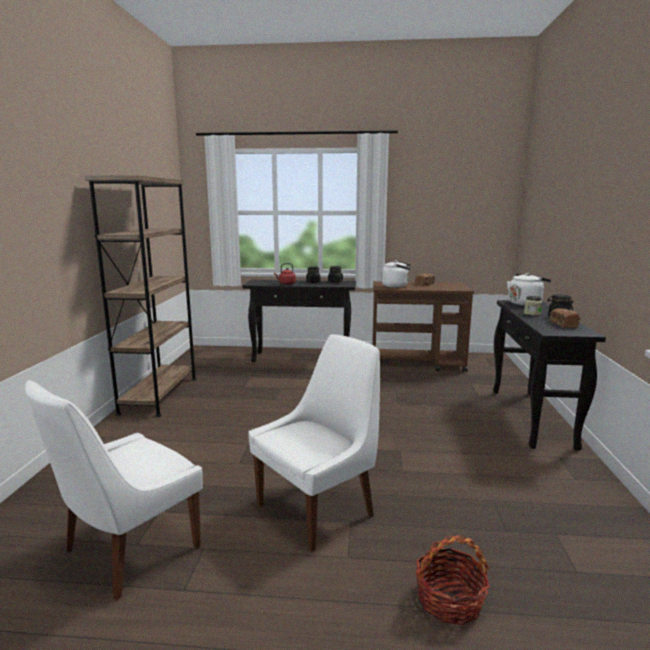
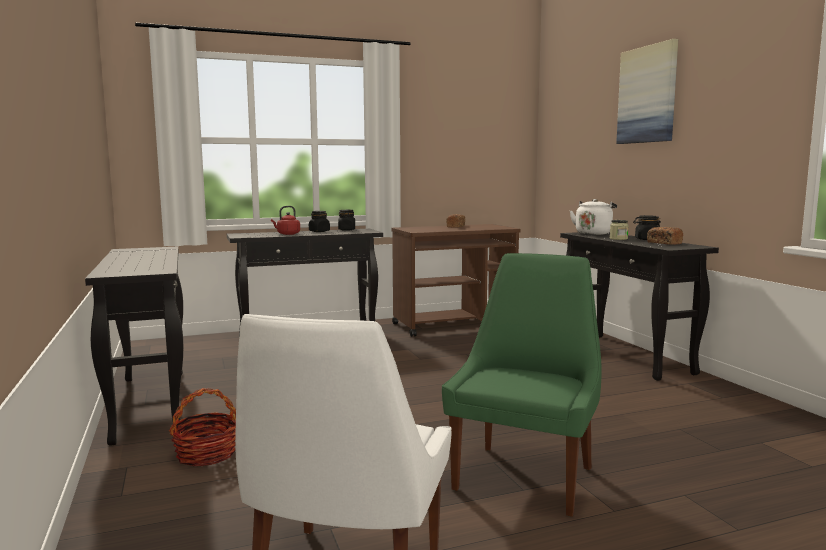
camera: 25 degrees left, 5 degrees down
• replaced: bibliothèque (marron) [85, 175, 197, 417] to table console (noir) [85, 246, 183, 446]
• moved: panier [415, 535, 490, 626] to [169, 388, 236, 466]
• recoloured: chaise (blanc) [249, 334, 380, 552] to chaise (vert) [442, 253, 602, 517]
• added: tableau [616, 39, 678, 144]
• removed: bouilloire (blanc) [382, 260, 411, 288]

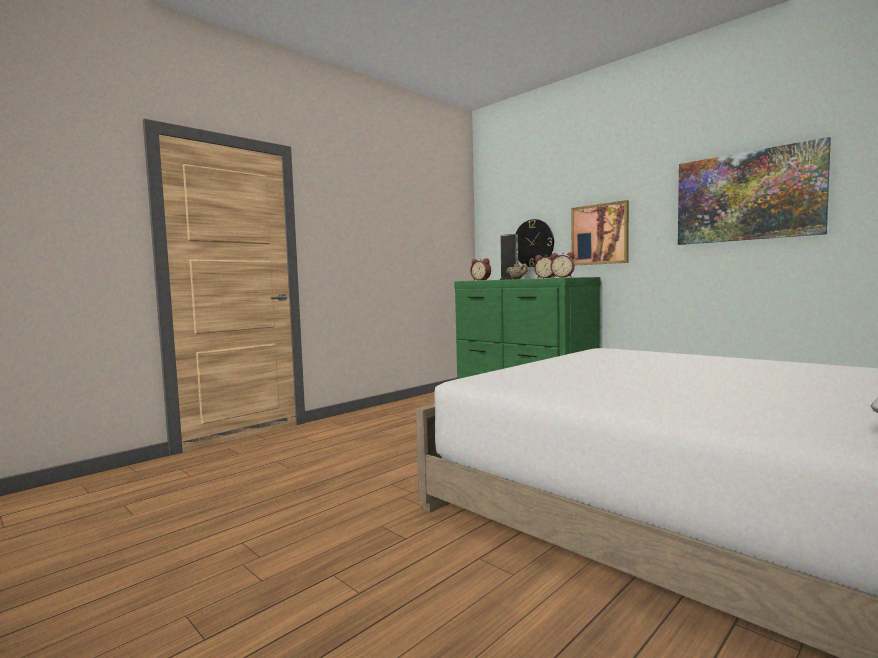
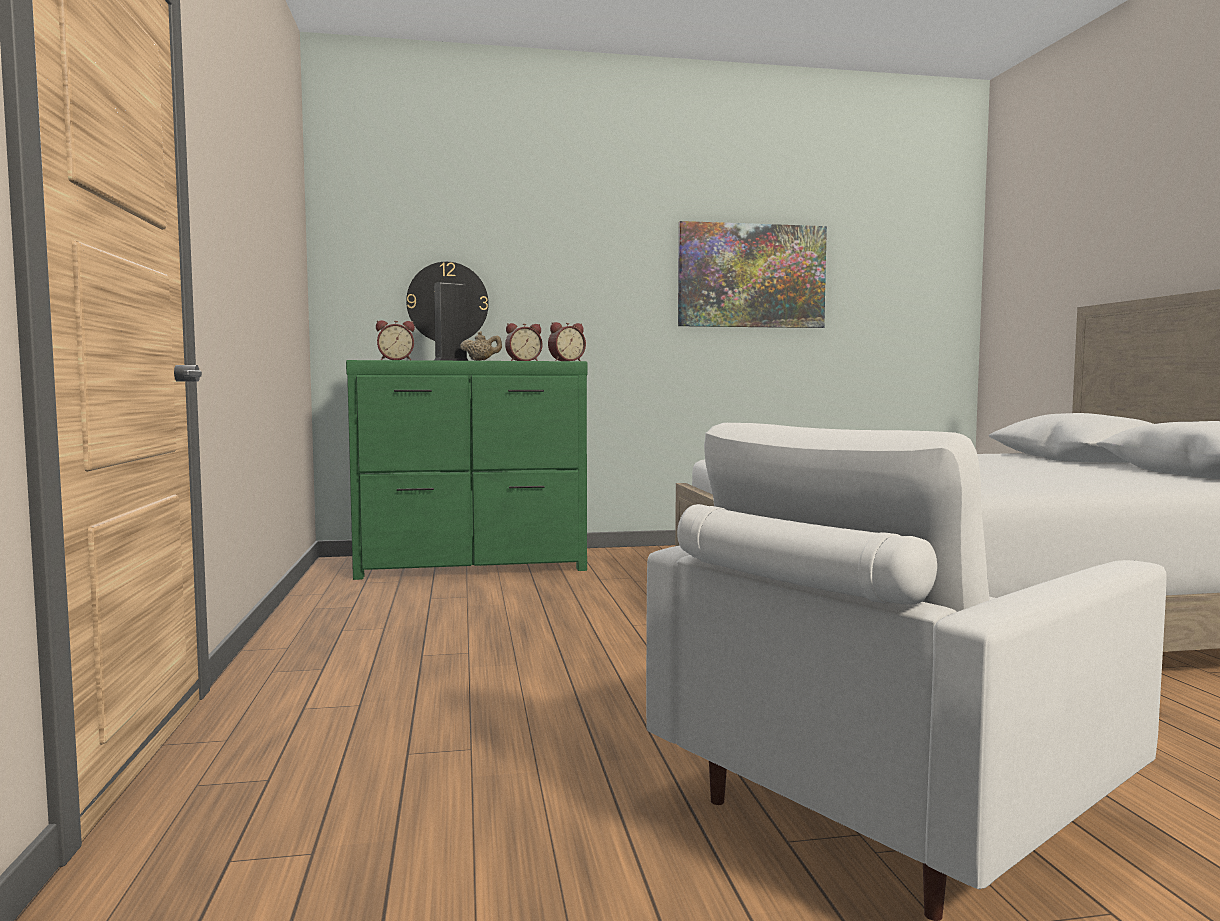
camera: 55 degrees left, 0 degrees up
• added: fauteuil (blanc) [646, 423, 1167, 921]
• removed: tableau [571, 200, 629, 265]

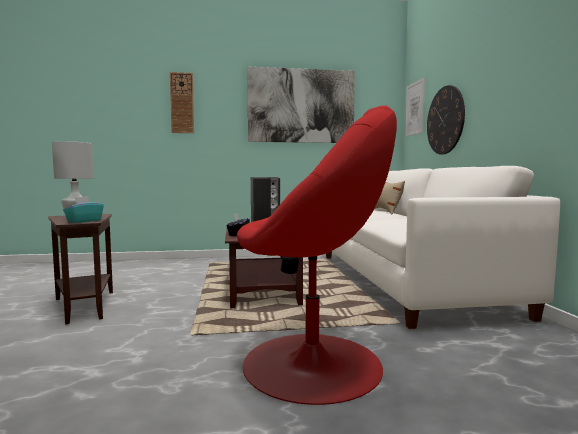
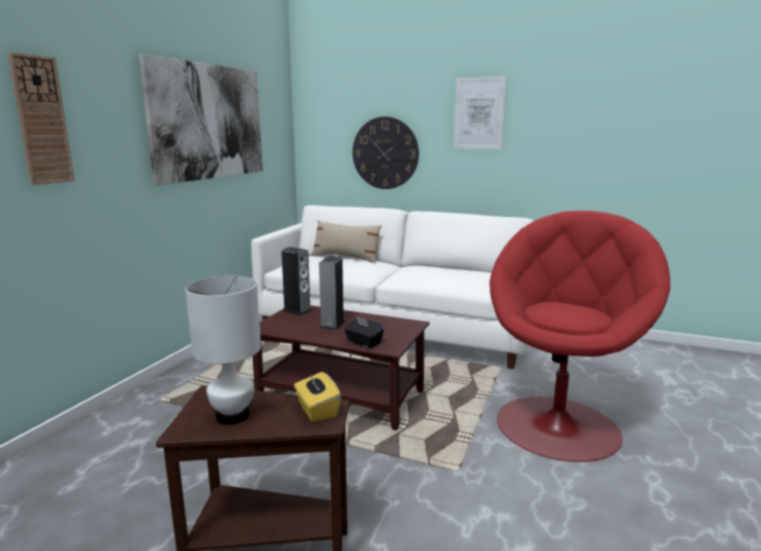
camera: 60 degrees left, 10 degrees up
• recoloured: boîte à mouchoirs (turquoise) [63, 196, 104, 223] to boîte à mouchoirs (jaune) [294, 372, 341, 423]
• moved: tableau [405, 77, 425, 137] to [454, 76, 507, 149]

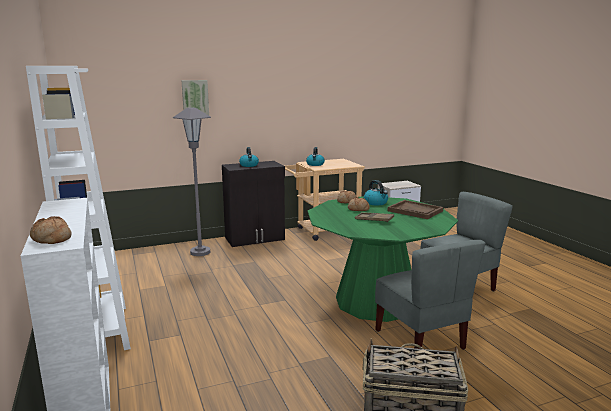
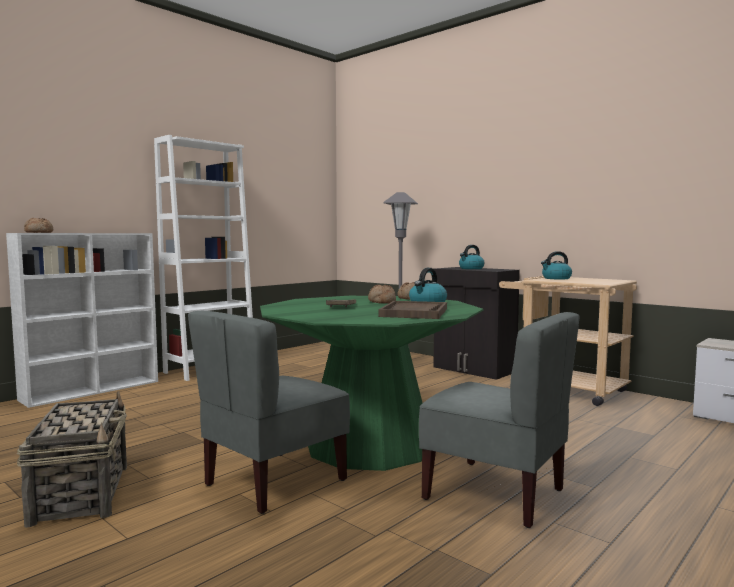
camera: 65 degrees right, 10 degrees down
• removed: tableau [181, 80, 209, 115]

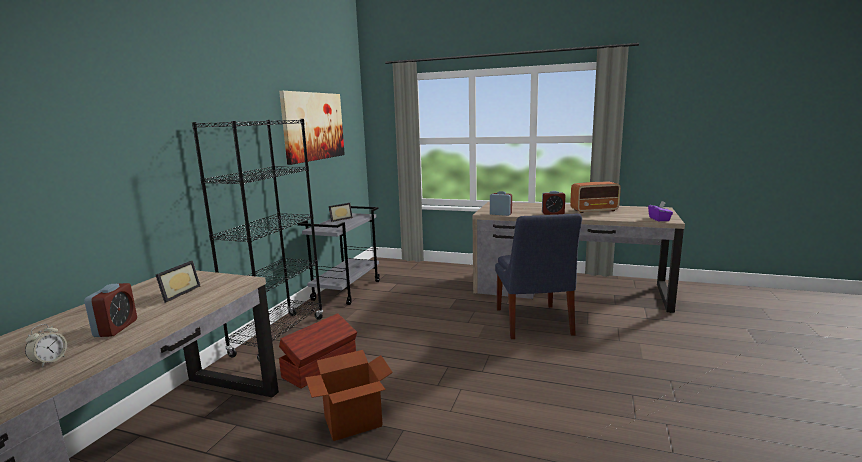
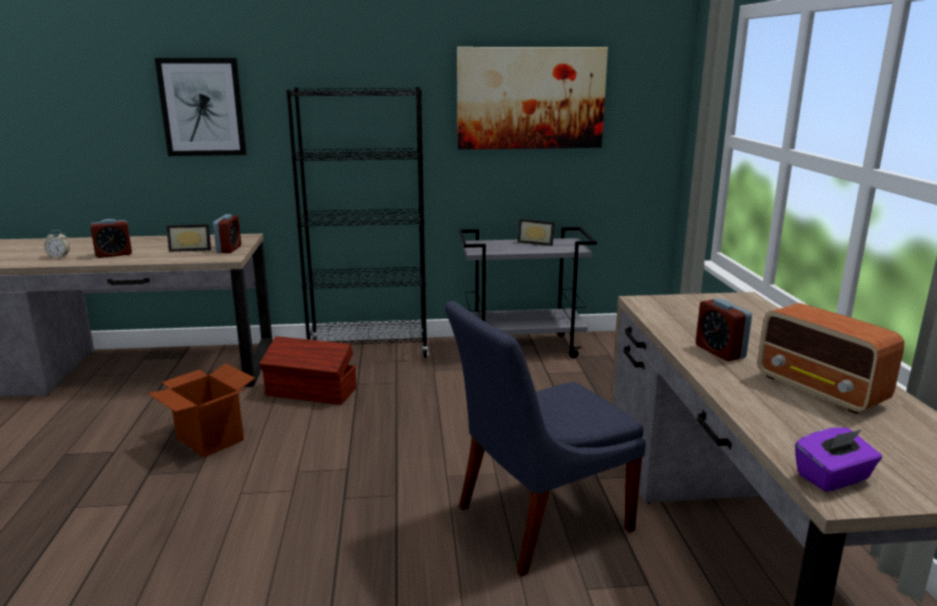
camera: 65 degrees right, 5 degrees up
• added: tableau [155, 58, 247, 156]
• moved: réveil [490, 191, 512, 216] to [213, 214, 241, 253]

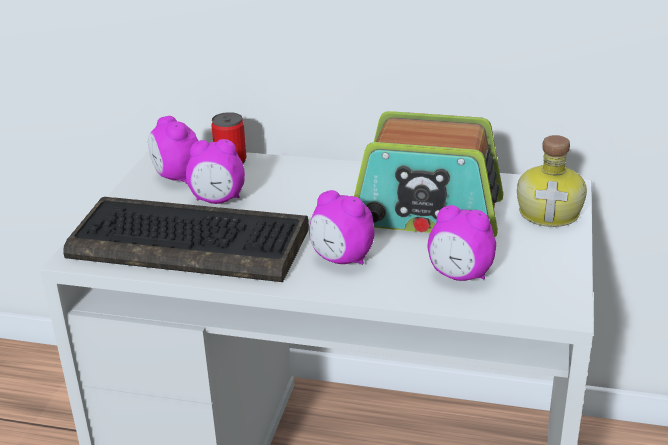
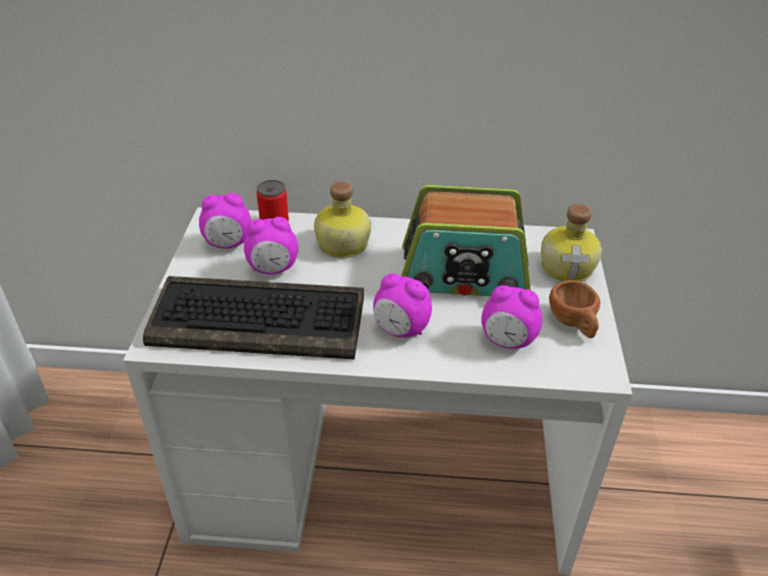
camera: 10 degrees left, 10 degrees up
• turned: réveil [148, 116, 198, 184] = [199, 193, 251, 249] 60 degrees counterclockwise
• added: bouteille [314, 182, 371, 258]
• added: tasse (marron) [549, 280, 600, 338]

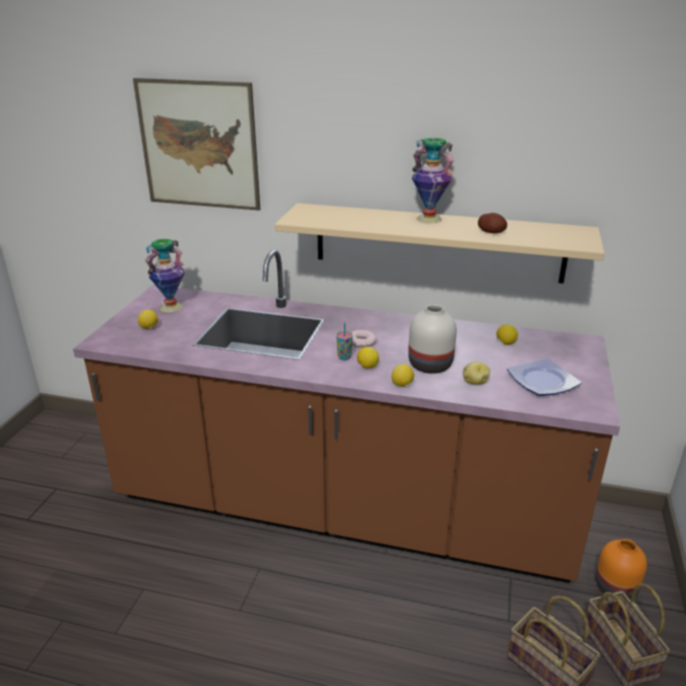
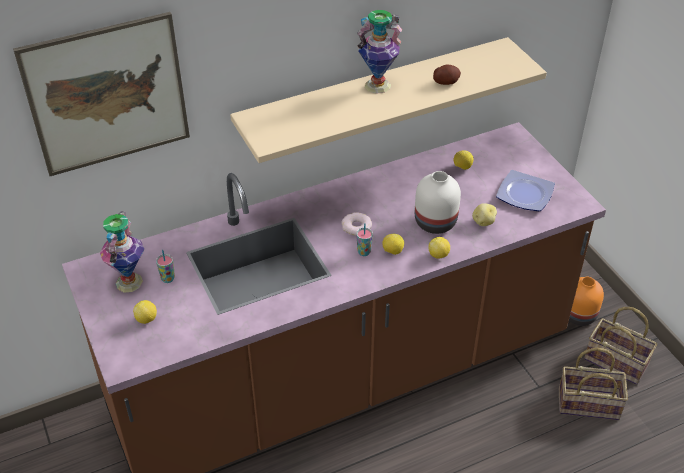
camera: 40 degrees left, 15 degrees up
• added: tasse [156, 250, 175, 283]

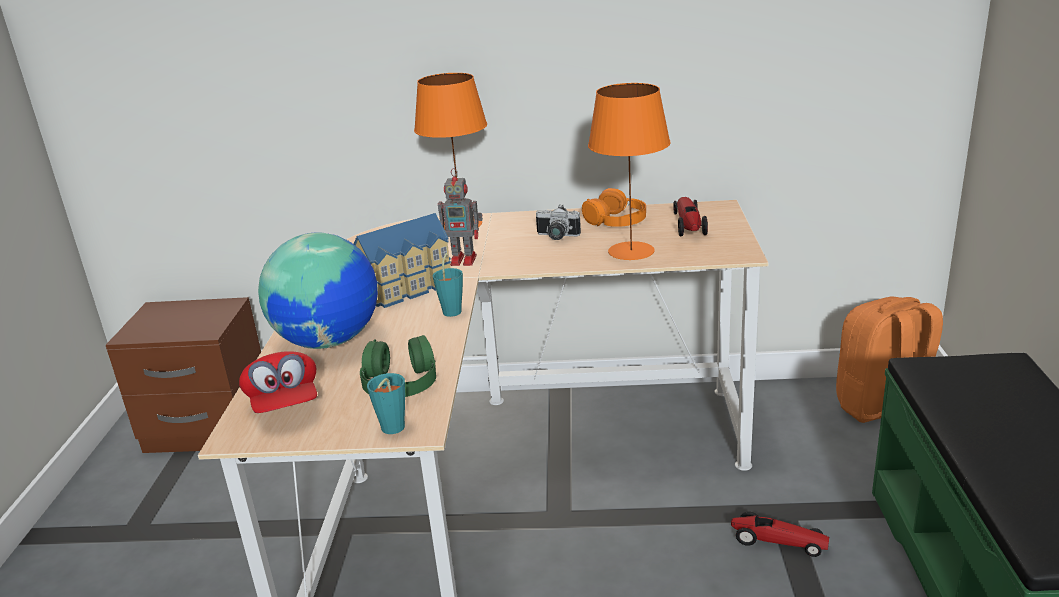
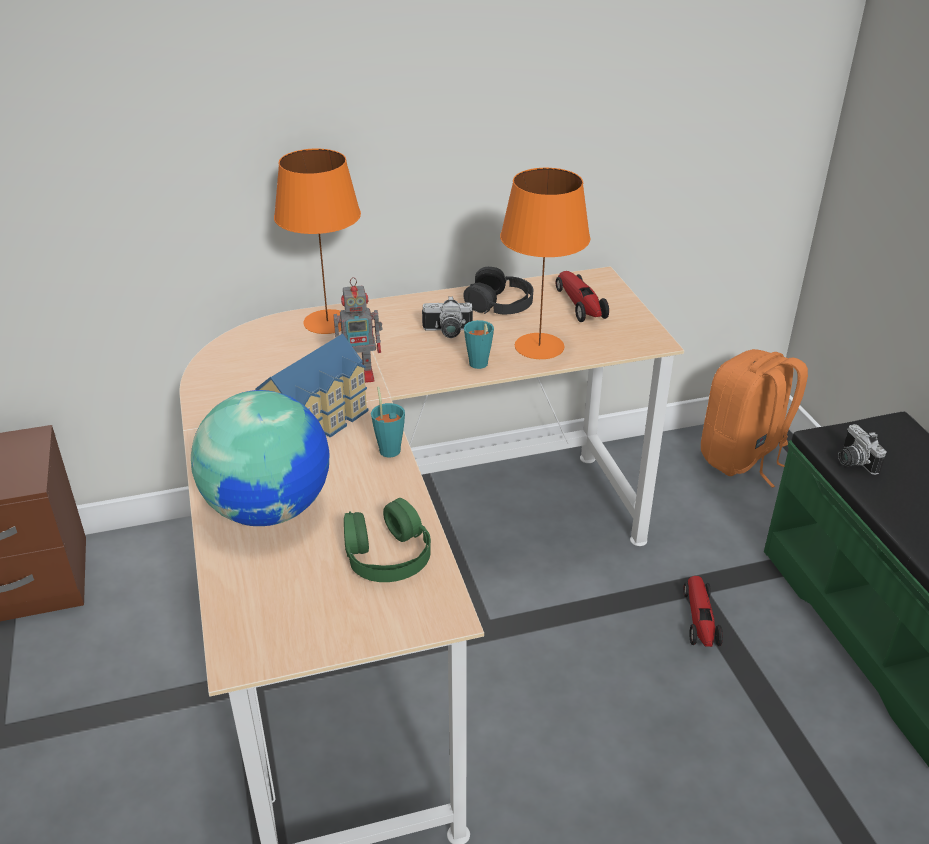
camera: 20 degrees left, 10 degrees up
• recoloured: casque audio (orange) [582, 188, 646, 227] to casque audio (noir) [463, 267, 533, 314]
• moved: tasse (turquoise) [367, 373, 405, 434] to [464, 320, 494, 369]
• turned: petite voiture [731, 512, 829, 557] = [683, 576, 723, 647] 90 degrees counterclockwise
• added: appareil photo [838, 424, 887, 475]
• removed: casquette (rouge) [239, 351, 317, 413]

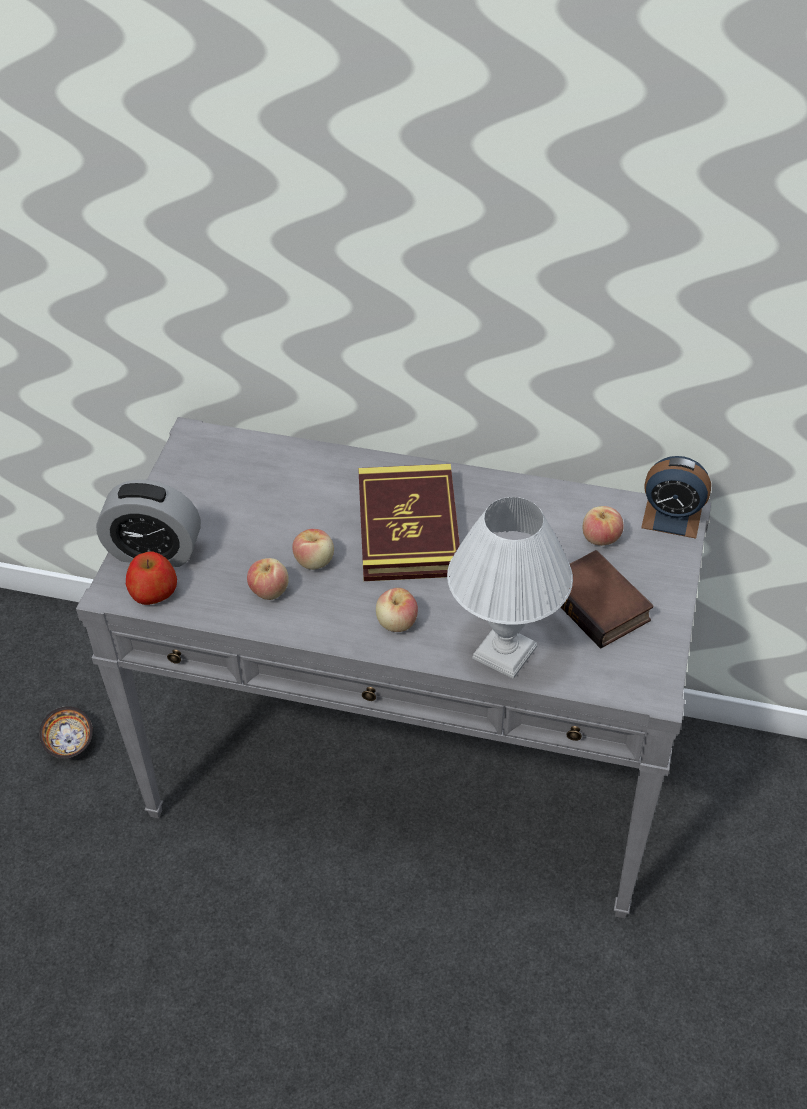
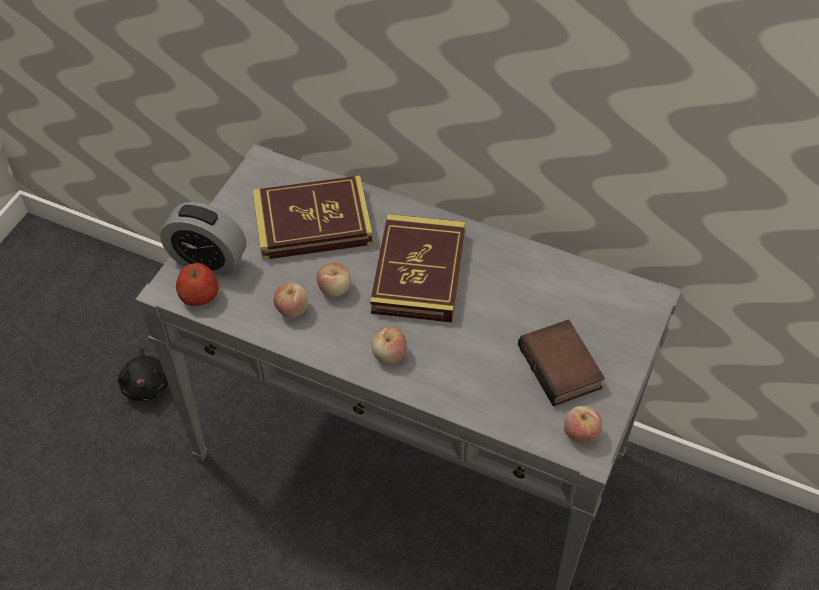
camera: 10 degrees right, 5 degrees up
• replaced: bol [39, 706, 93, 759] to peluche (noir) [118, 348, 168, 401]
• added: livre [253, 176, 373, 260]
• moved: pomme [583, 506, 623, 546] to [564, 406, 602, 443]
• removed: lampe de table (blanc) [447, 497, 573, 679]
• removed: réveil [641, 456, 711, 539]

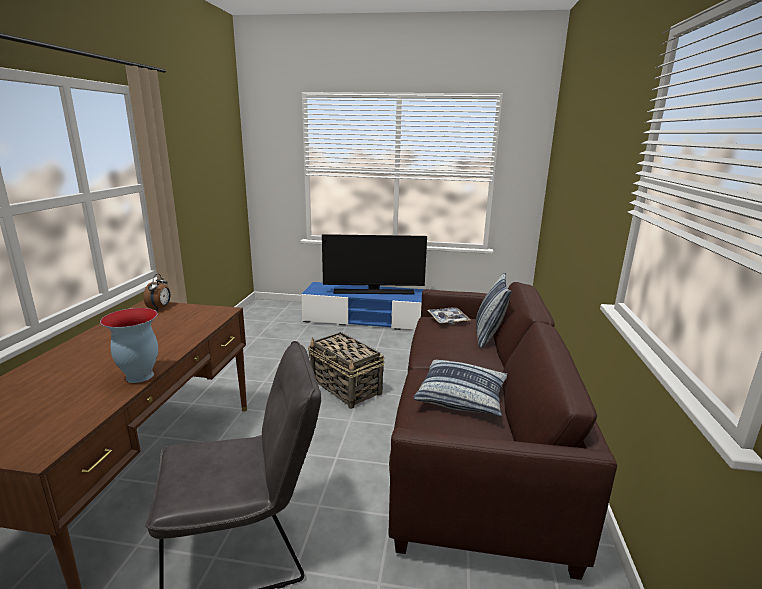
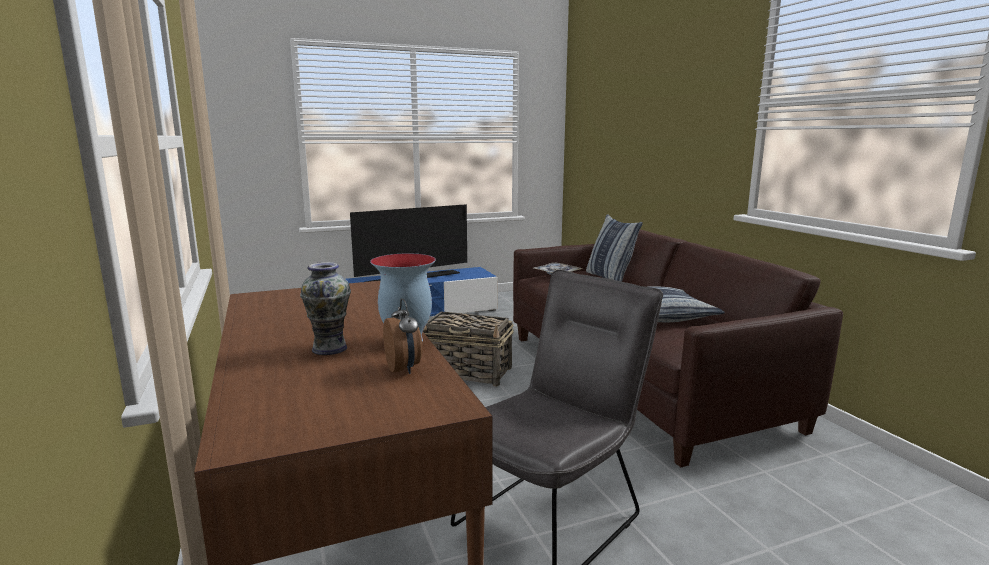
camera: 30 degrees left, 5 degrees down
• added: vase [300, 262, 351, 355]
• moved: réveil [144, 274, 170, 311] to [383, 298, 423, 374]

